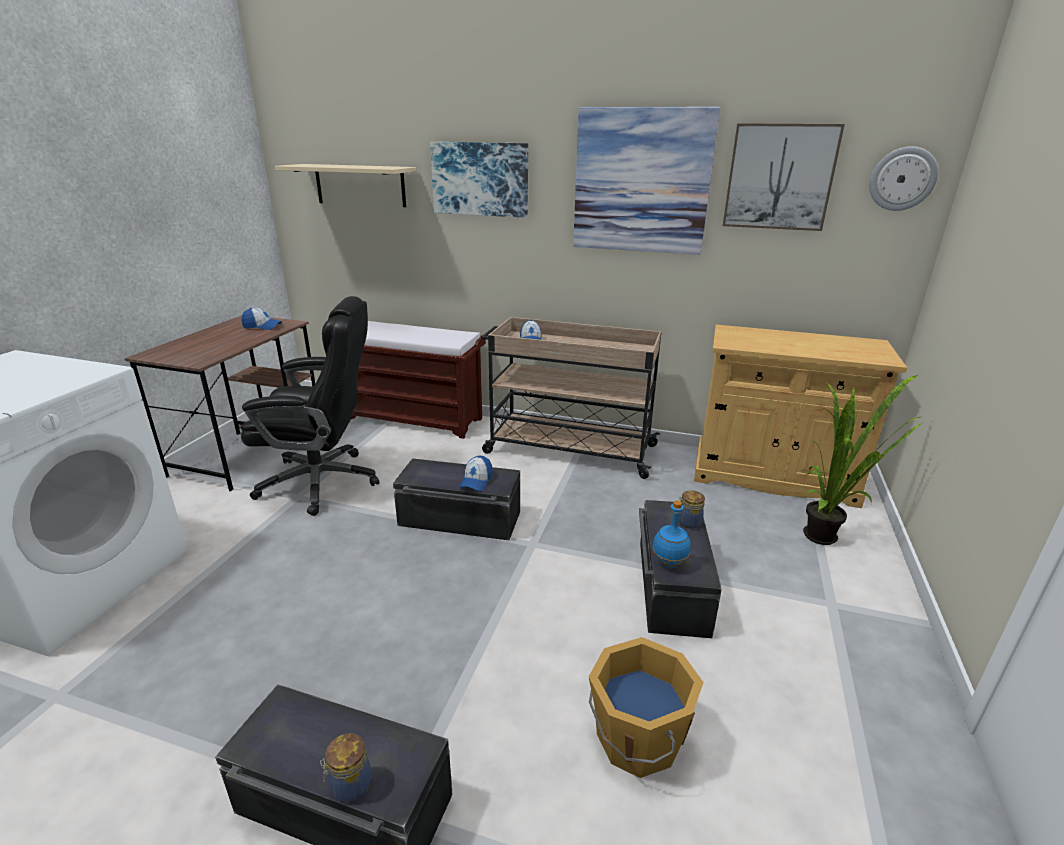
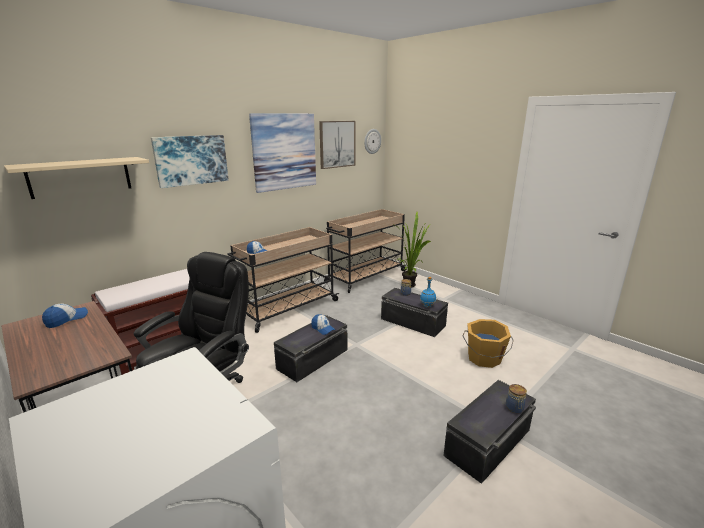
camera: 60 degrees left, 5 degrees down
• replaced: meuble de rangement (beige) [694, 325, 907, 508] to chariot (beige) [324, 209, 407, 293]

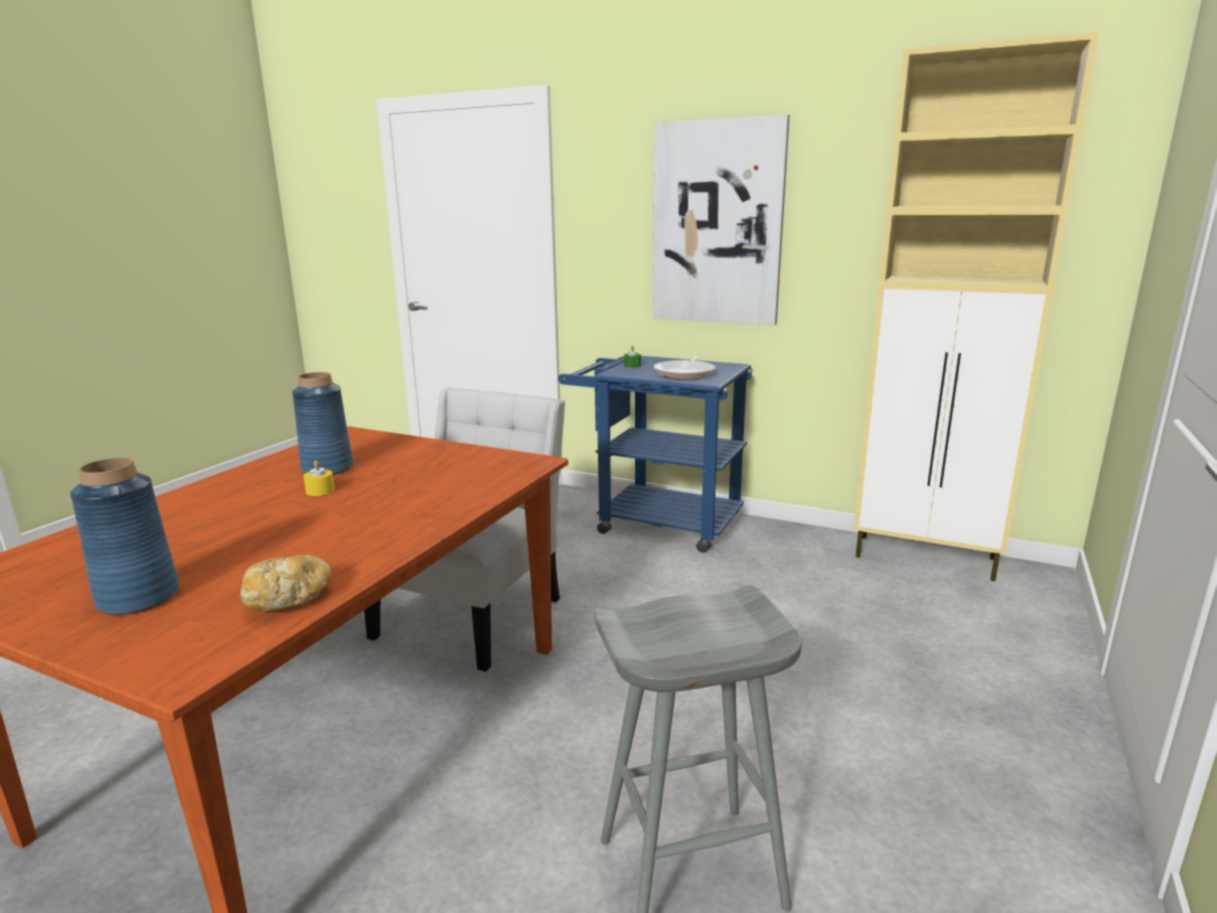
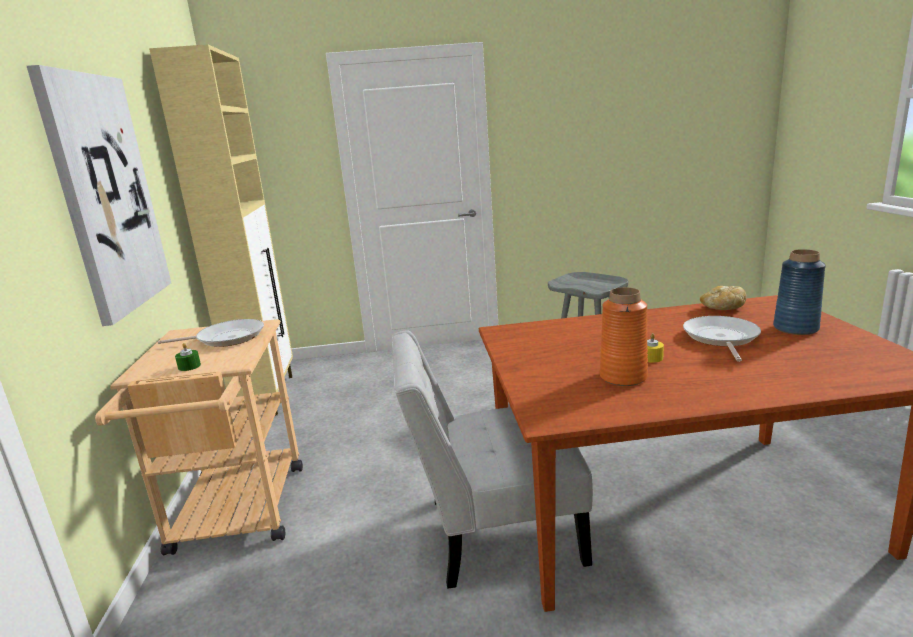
camera: 120 degrees left, 0 degrees up
• recoloured: chariot (bleu) [558, 356, 752, 553] to chariot (beige) [95, 319, 303, 555]
• recoloured: vase (bleu) [292, 372, 353, 475] to vase (orange) [600, 287, 648, 386]
• added: poêle [683, 316, 761, 362]

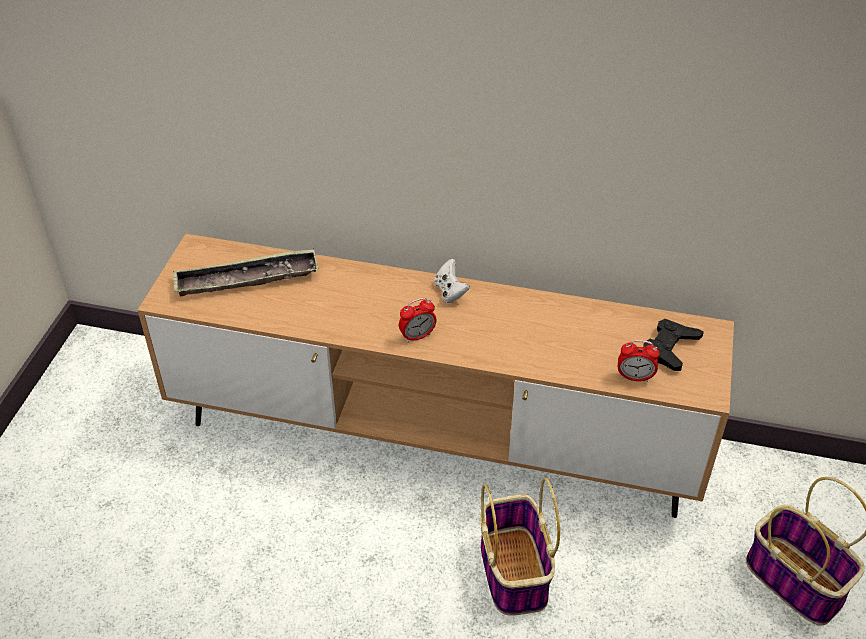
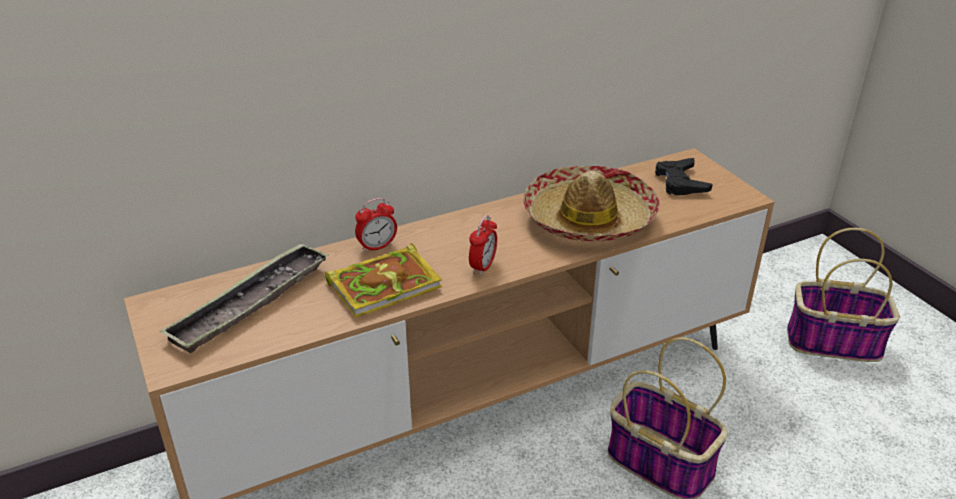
camera: 40 degrees left, 10 degrees down
• added: livre [325, 243, 442, 318]
• moved: réveil [618, 340, 660, 382] to [355, 198, 397, 253]
• added: chapeau [523, 166, 660, 241]
• removed: manette (blanc) [434, 259, 470, 303]

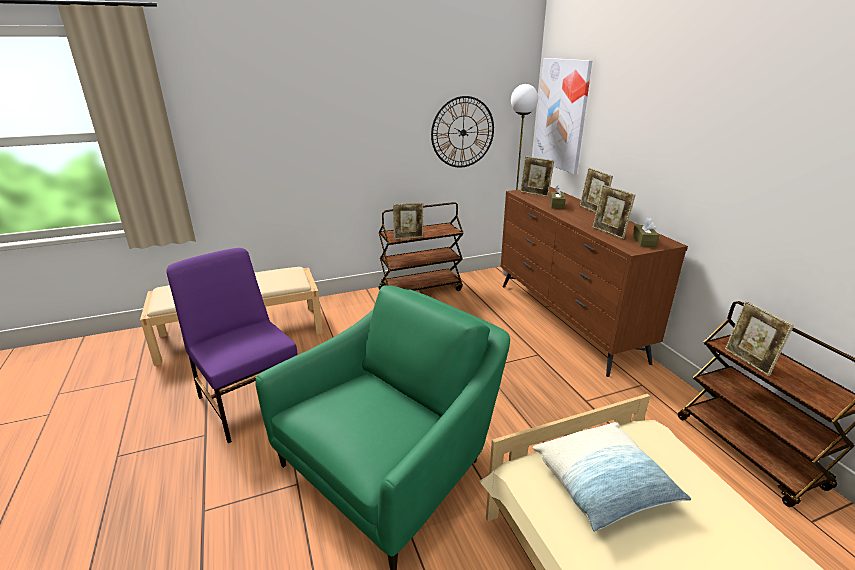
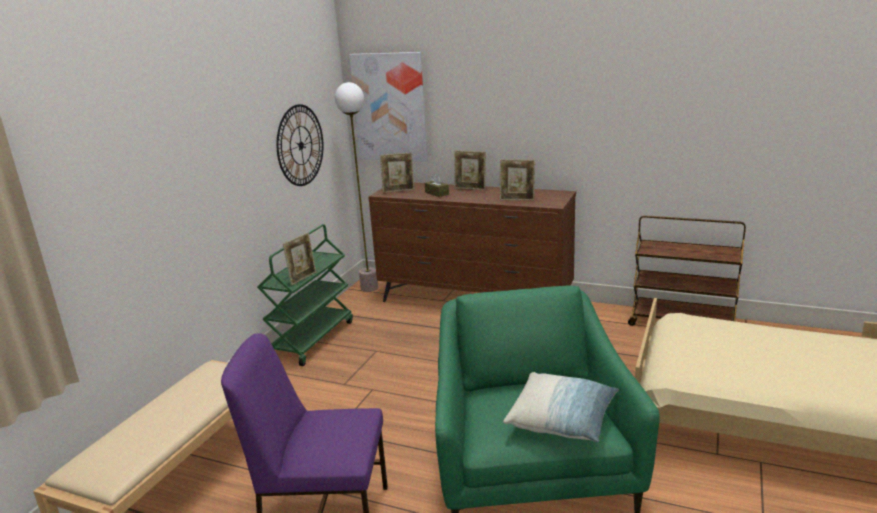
camera: 45 degrees left, 5 degrees down
• recoloured: chariot (marron) [379, 202, 464, 291] to chariot (vert) [257, 224, 353, 366]
• moved: coussin [532, 422, 691, 532] to [503, 372, 619, 442]
• removed: boîte à mouchoirs (marron) [632, 218, 659, 247]
• removed: cadre photo [725, 301, 794, 376]

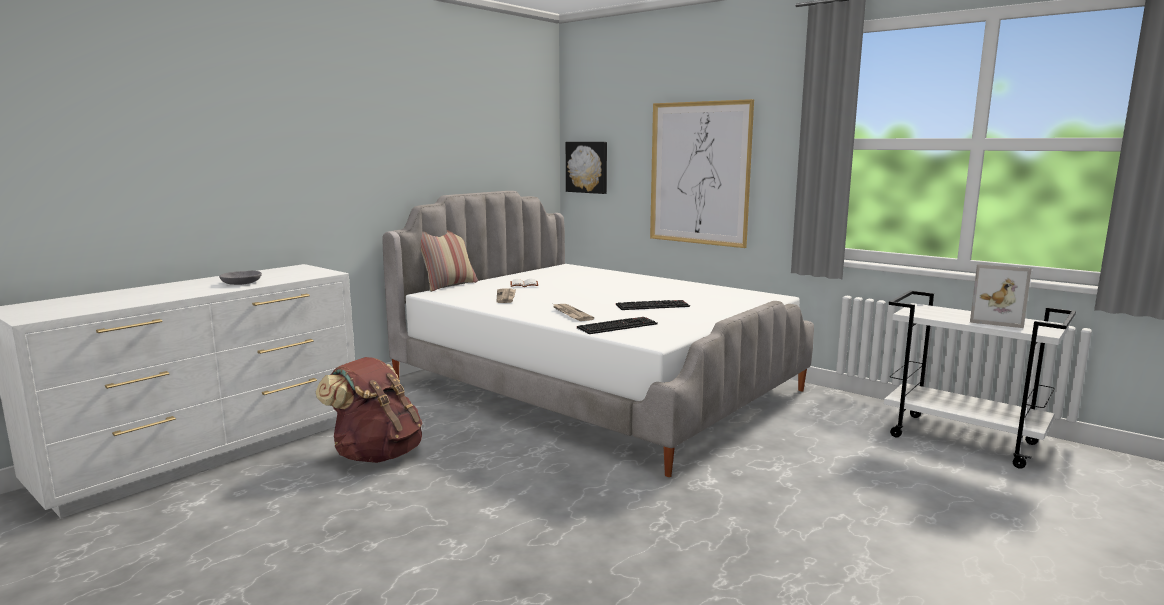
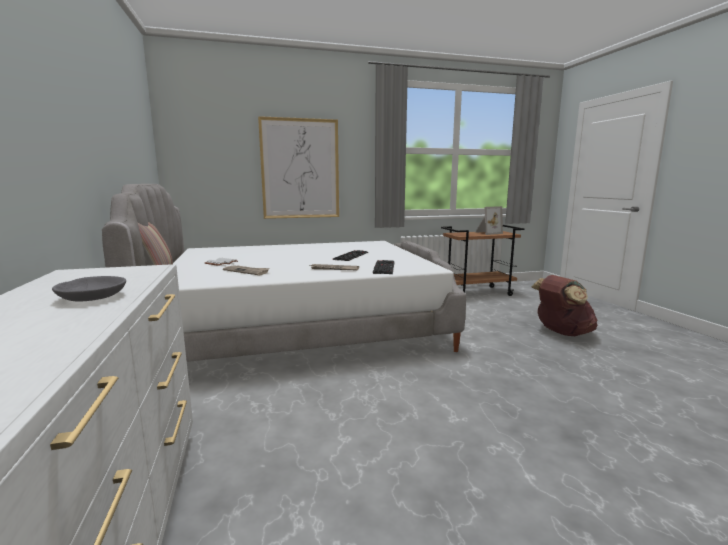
camera: 55 degrees left, 0 degrees up
• recoloured: chariot (blanc) [884, 290, 1076, 469] to chariot (marron) [441, 225, 524, 296]
• moved: sac à dos (marron) [316, 357, 423, 463] to [532, 275, 597, 336]
• removed: tableau [566, 142, 607, 194]

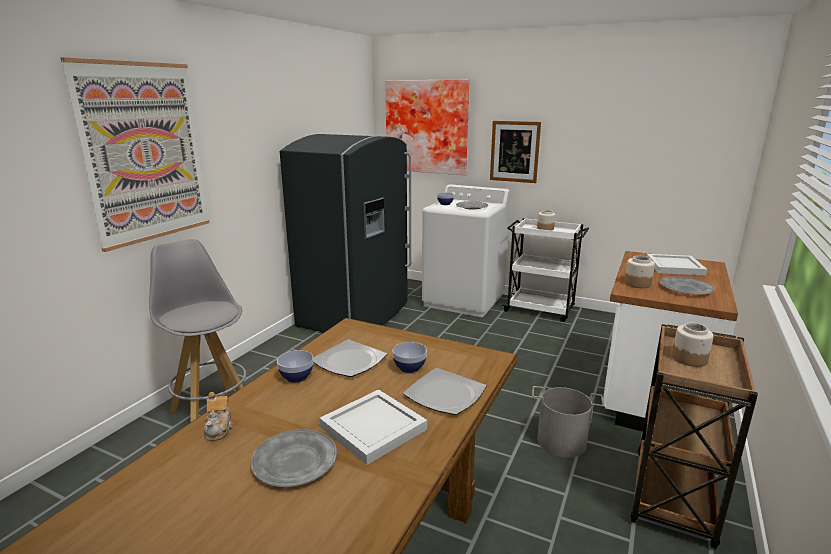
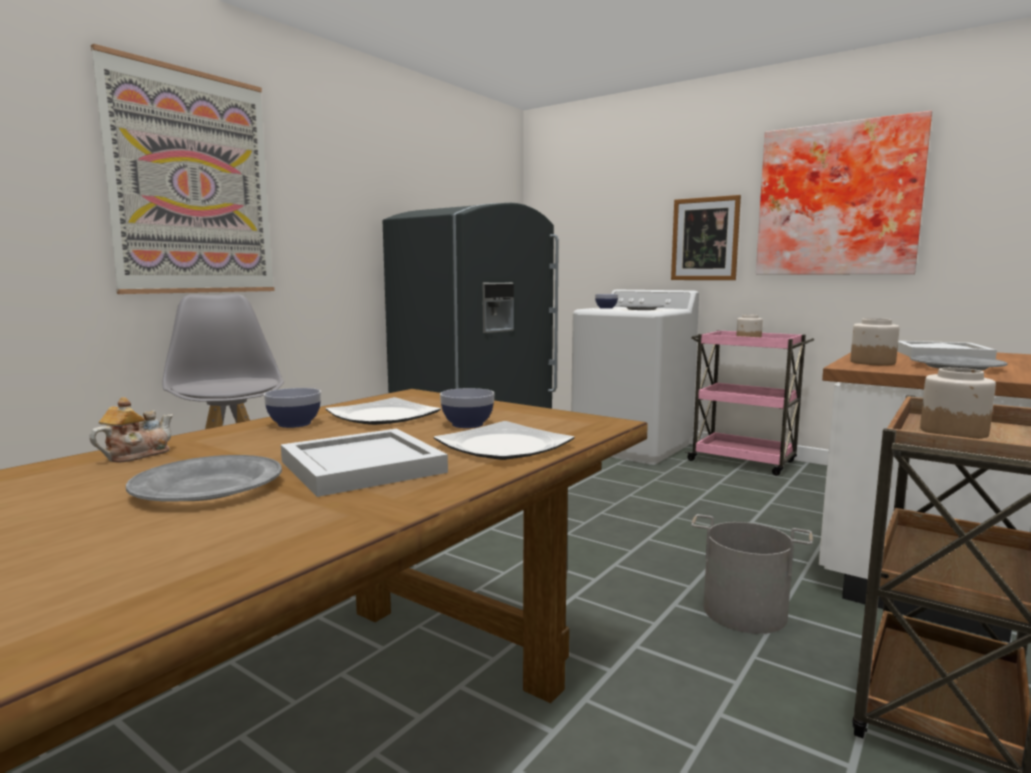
camera: 10 degrees right, 10 degrees down
• turned: théière [203, 392, 234, 441] = [89, 397, 173, 463] 150 degrees counterclockwise
• recoloured: chariot (blanc) [502, 218, 589, 322] to chariot (rose) [685, 330, 814, 476]
• moved: tableau [385, 79, 469, 175] to [756, 111, 932, 275]

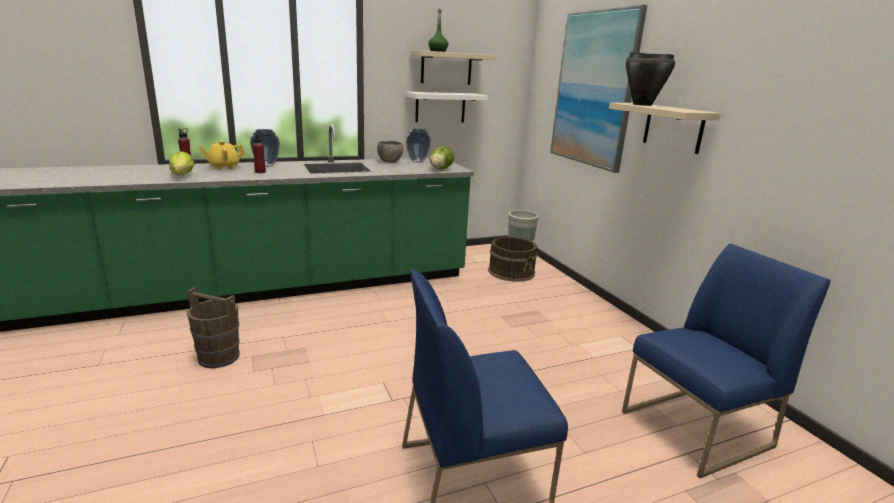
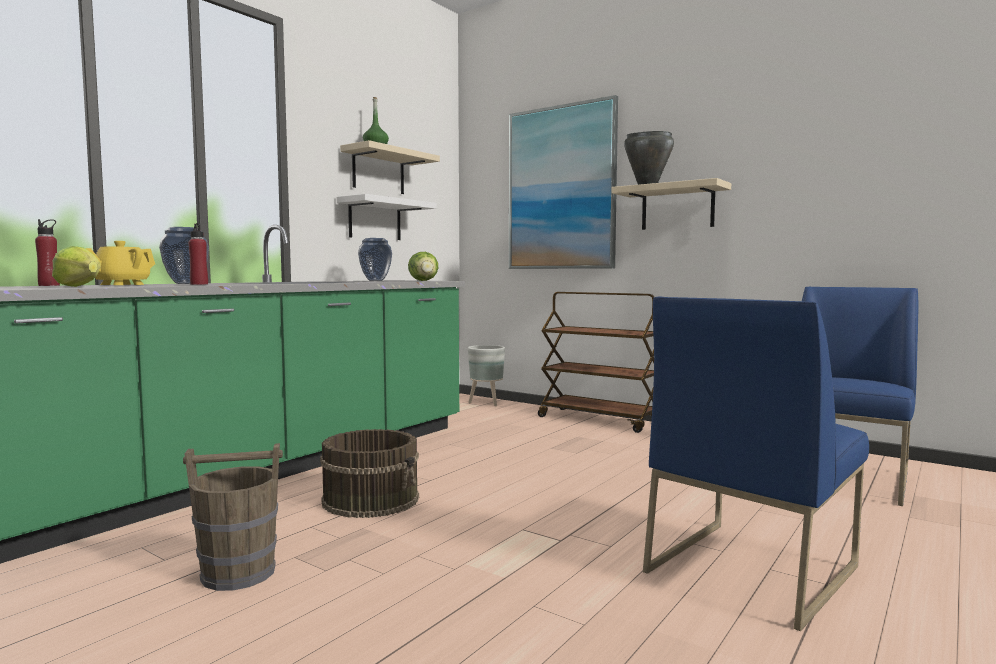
camera: 30 degrees left, 15 degrees down
• moved: seau (marron) [488, 237, 538, 282] to [320, 429, 419, 518]
• added: chariot (marron) [538, 292, 654, 433]
• removed: bol (gris) [377, 141, 404, 163]

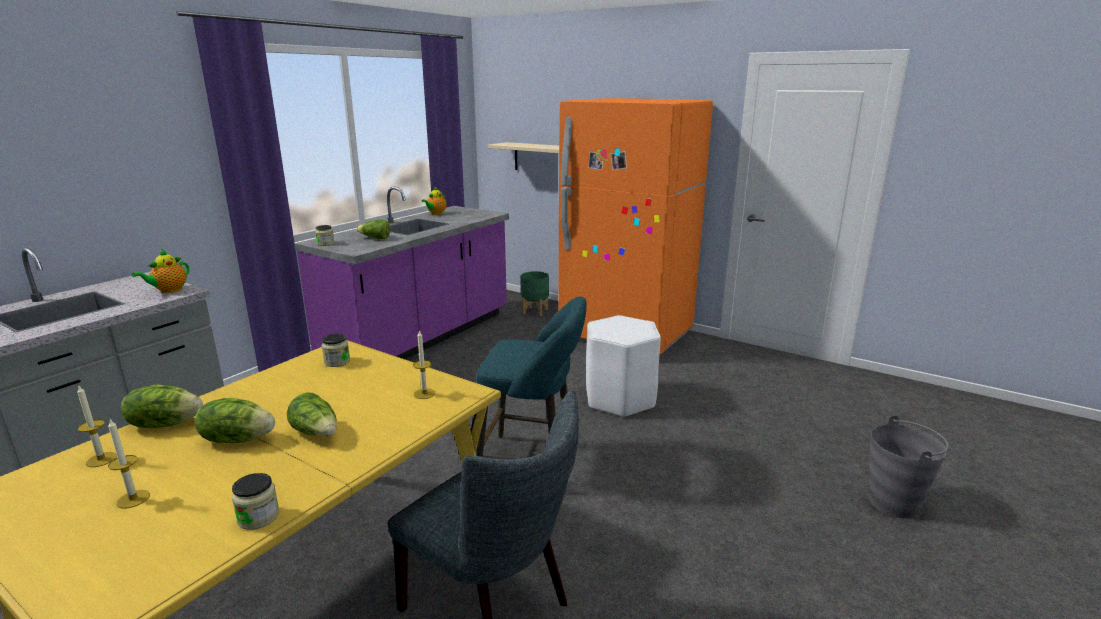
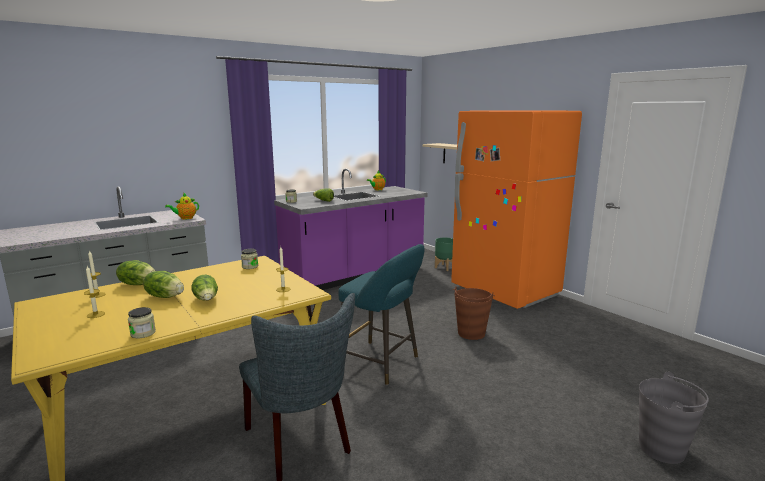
camera: 20 degrees right, 5 degrees down
• replaced: tabouret (blanc) [586, 315, 661, 418] to seau (marron) [453, 287, 495, 340]

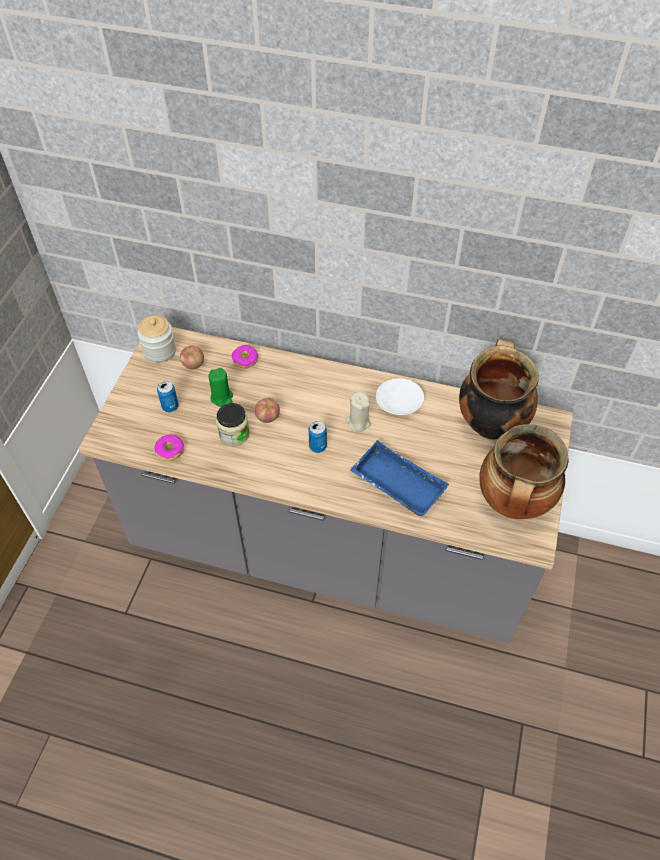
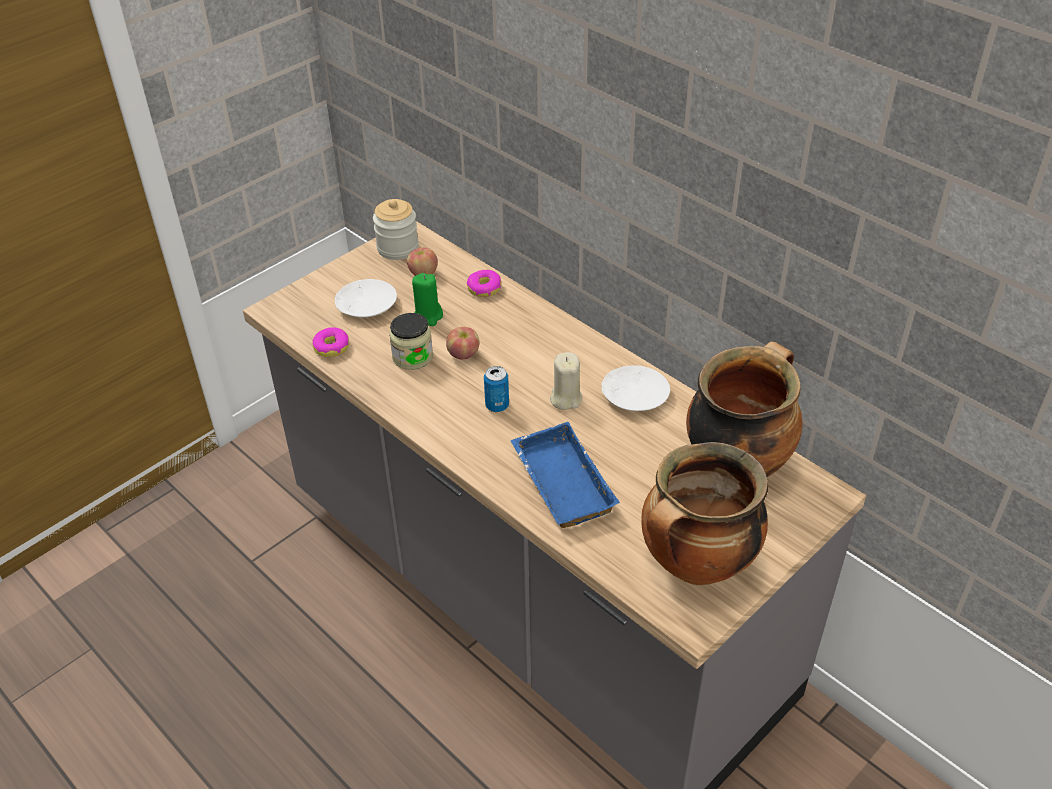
camera: 30 degrees right, 10 degrees down
• replaced: boîte métallique [157, 381, 179, 412] to assiette (blanc) [335, 279, 397, 317]

